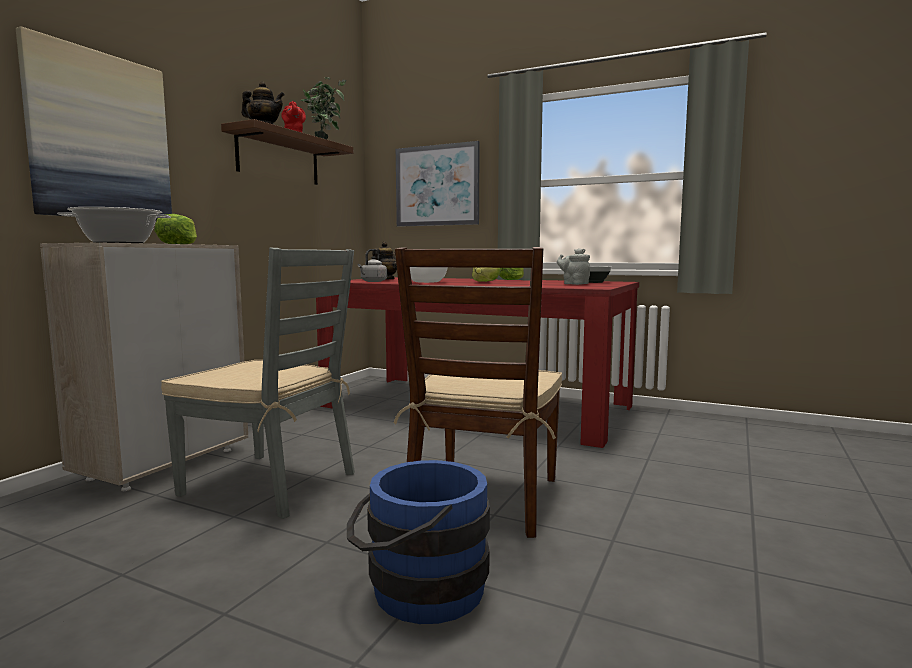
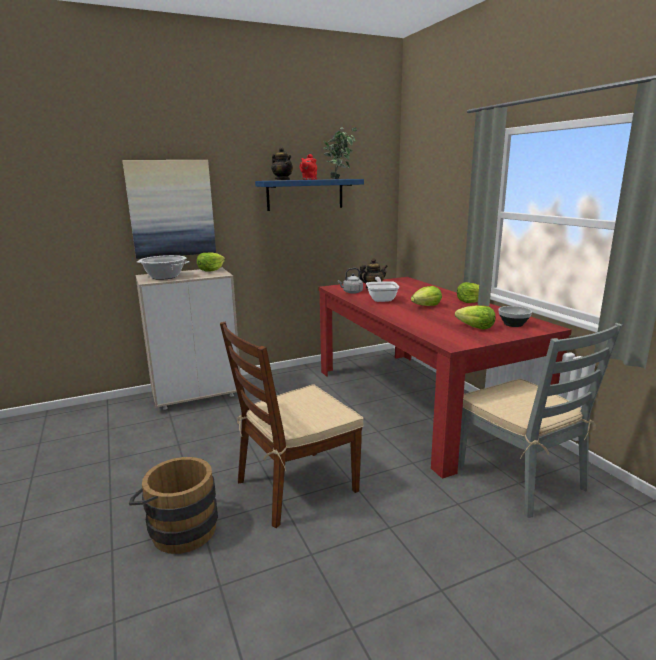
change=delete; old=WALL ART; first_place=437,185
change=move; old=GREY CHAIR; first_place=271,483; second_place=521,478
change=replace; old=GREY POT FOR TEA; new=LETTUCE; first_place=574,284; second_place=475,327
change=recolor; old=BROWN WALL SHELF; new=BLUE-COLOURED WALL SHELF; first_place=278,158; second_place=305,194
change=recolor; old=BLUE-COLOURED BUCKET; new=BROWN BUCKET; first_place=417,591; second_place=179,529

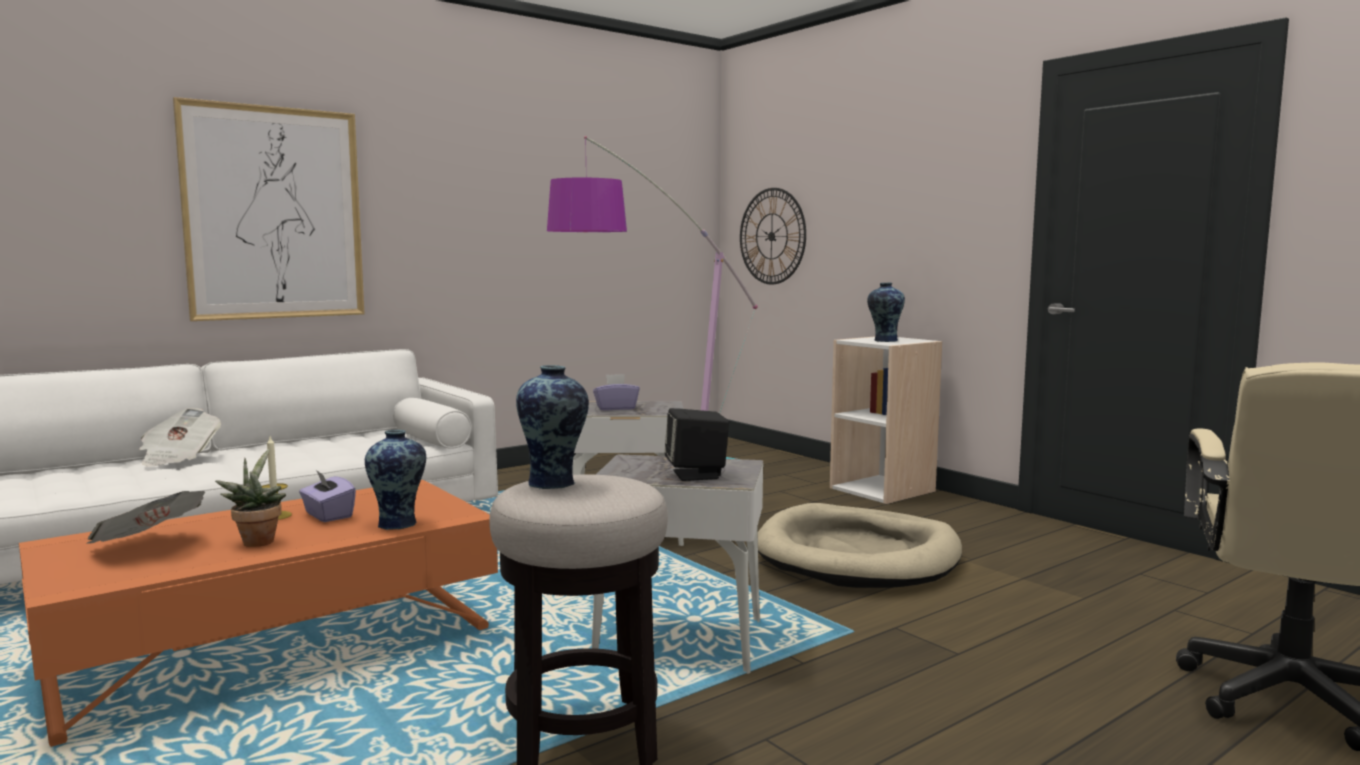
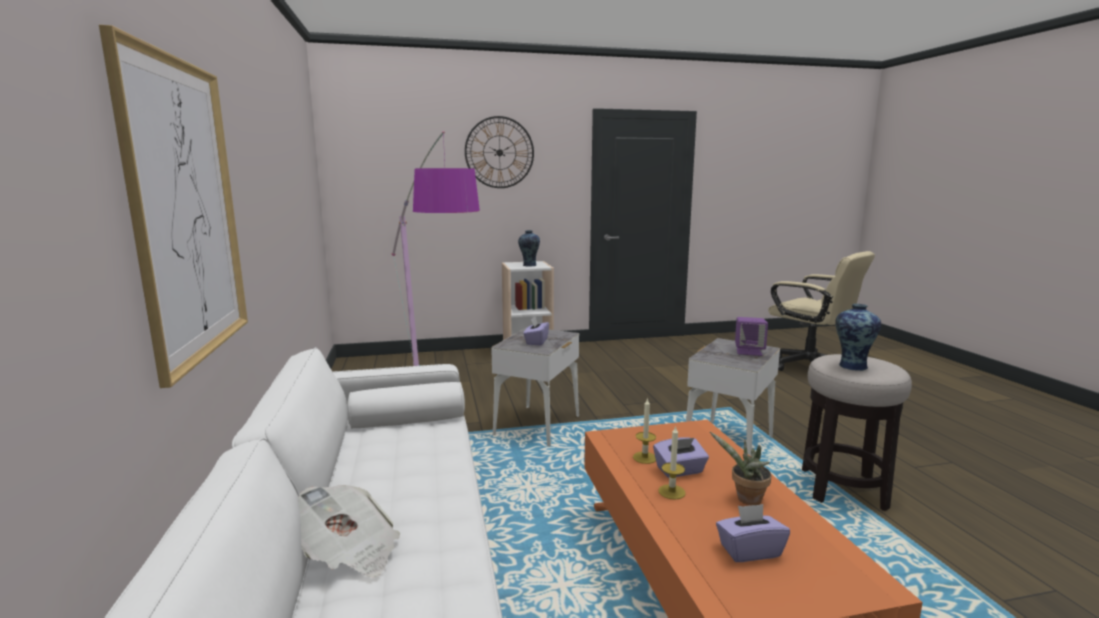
change=delete; old=FLOWER VASE; first_place=399,524
change=delete; old=SAND-COLOURED PET BED; first_place=858,555
change=insert; new=WAX LIGHT; second_place=644,457
change=move; old=CLOCK ON THE WALL; first_place=772,236; second_place=499,152
change=replace; old=NEWSPAPER; new=PURPLE-COLOURED BOX OF TISSUES; first_place=149,545; second_place=749,550
change=recolor; old=BLACK LOUDSPEAKER; new=PURPLE-COLOURED LOUDSPEAKER; first_place=696,475; second_place=749,352

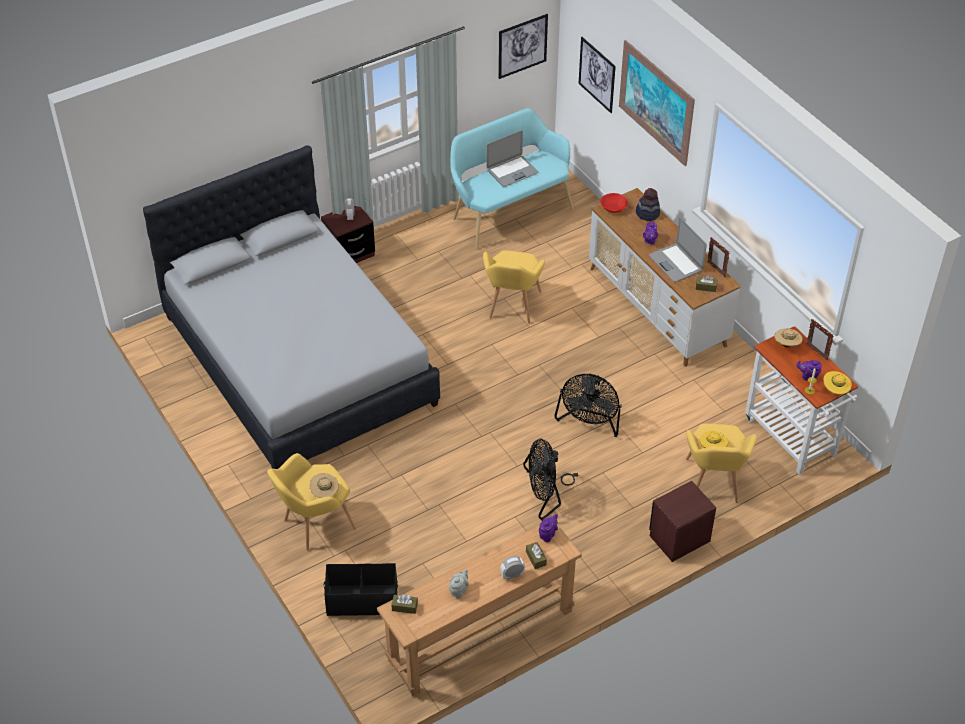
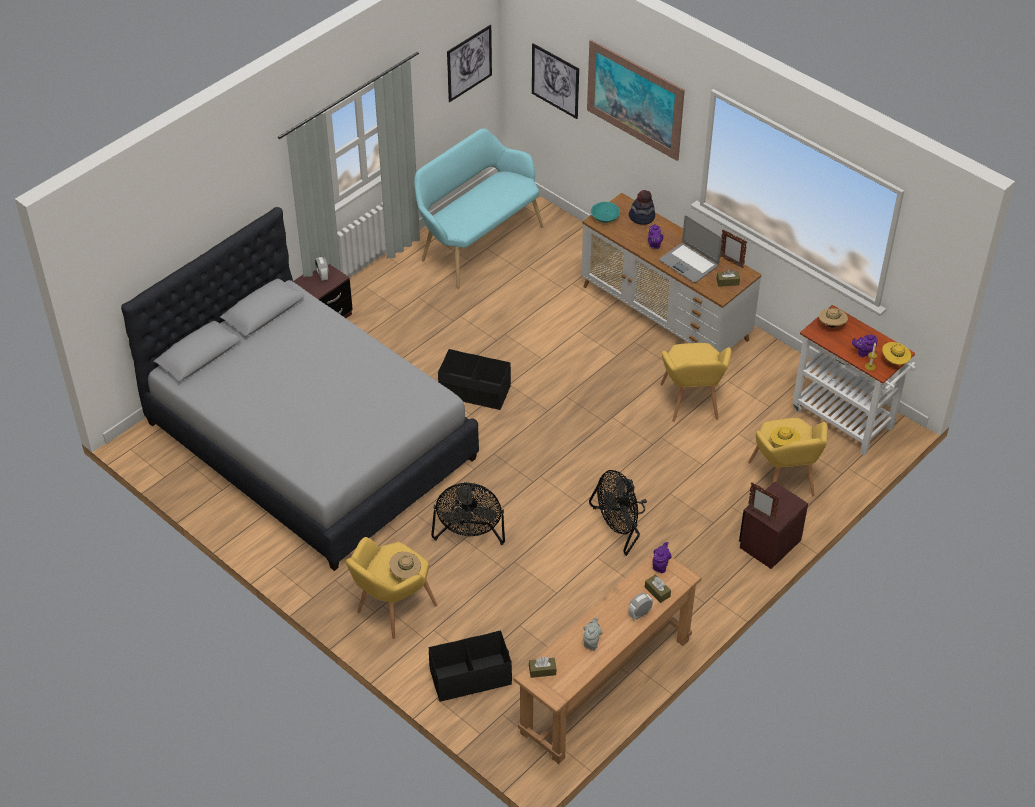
change=delete; old=PORTABLE COMPUTER; first_place=512,171
change=insert; new=BLACK STORAGE CONTAINER; second_place=474,391
change=move; old=YELLOWISH ARMCHAIR; first_place=512,307; second_place=691,405
change=move; old=BLACK COOLING FAN; first_place=588,419; second_place=467,530
change=move; old=STANDING FRAME; first_place=816,352; second_place=761,515
change=recolor; old=REDDISH DEEP DISH; new=TURQUOISE DEEP DISH; first_place=613,208; second_place=604,217

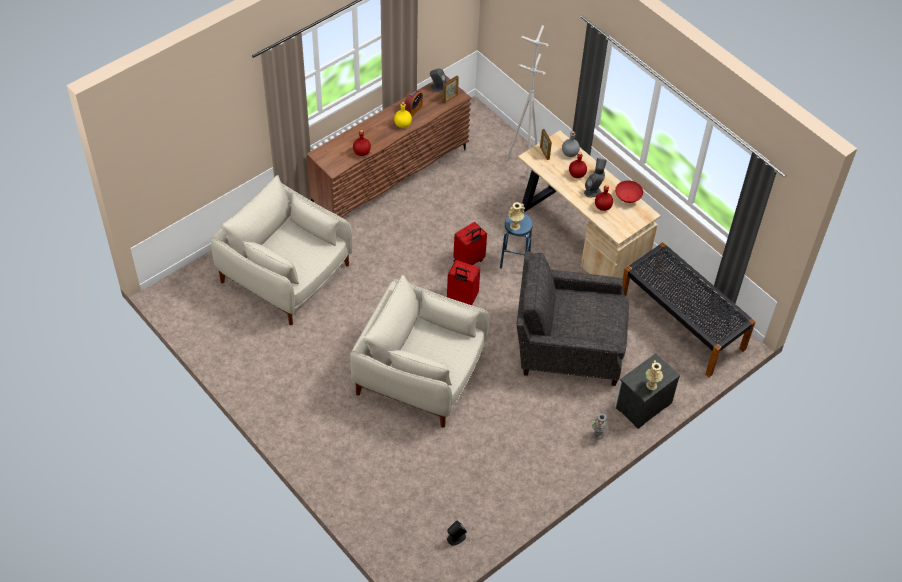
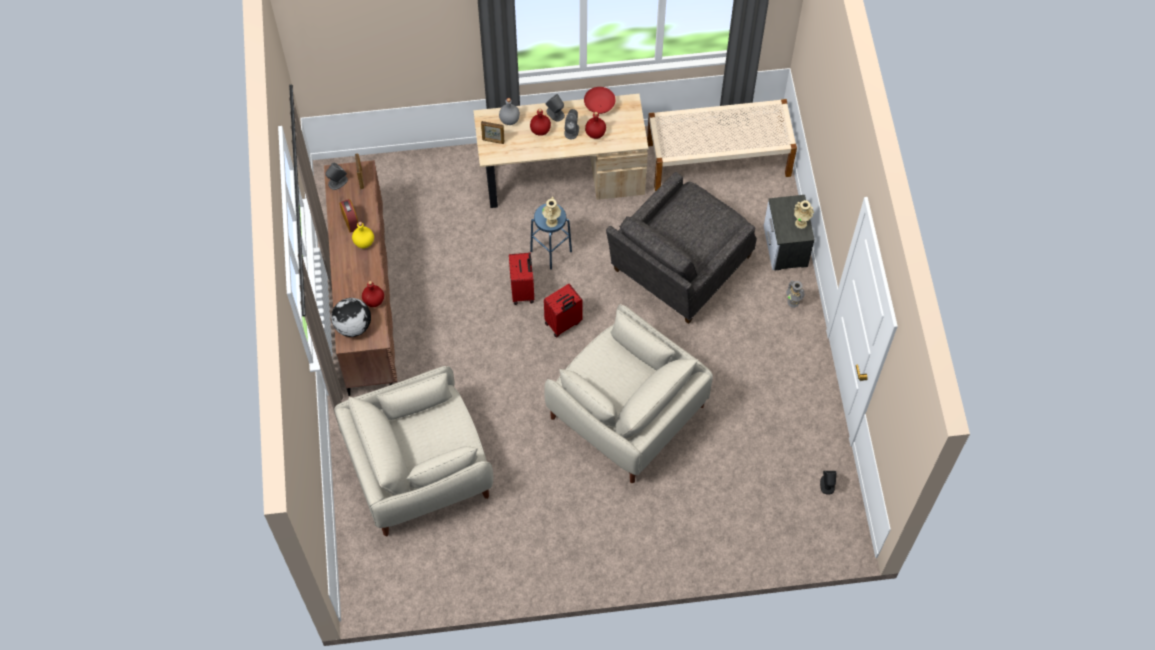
change=delete; old=GREY GARMENT RACK; first_place=524,165
change=insert; new=WORLD GLOBE; second_place=353,326
change=recolor; old=BLACK LONG SEAT; new=SAND-COLOURED LONG SEAT; first_place=682,322; second_place=718,158
change=rotate; old=SAND-COLOURED ARMCHAIR; first_place=420,373; second_place=626,411; degrees=-105

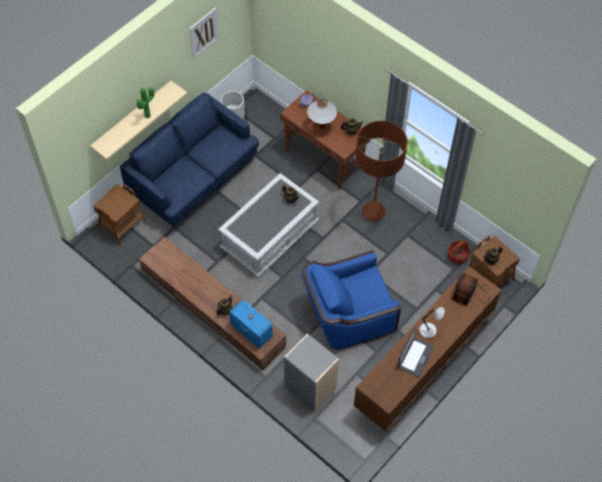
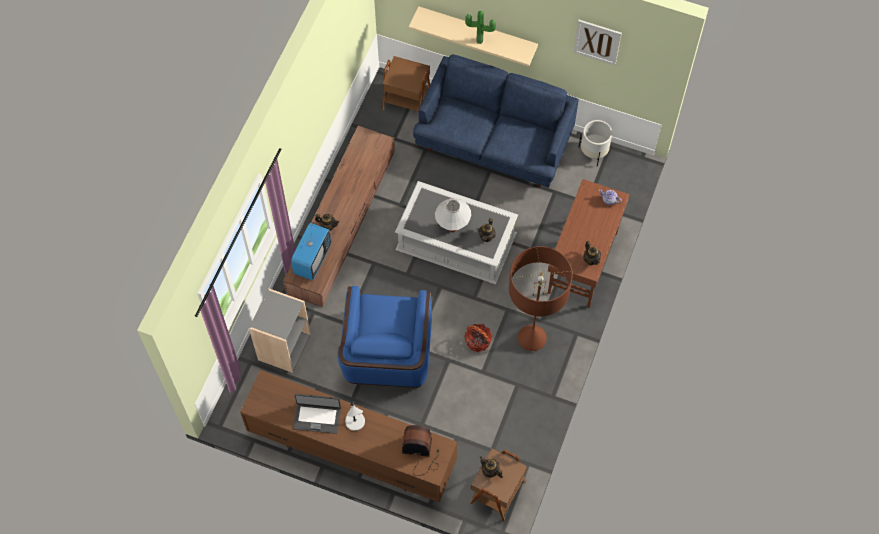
change=move; old=WHITE TABLE LAMP; first_place=321,127; second_place=452,228
change=move; old=HOUSEHOLD BASKET; first_place=458,255; second_place=478,341
change=rotate; old=BLUE-COLOURED ARMCHAIR; first_place=347,314; second_place=386,354; degrees=-135

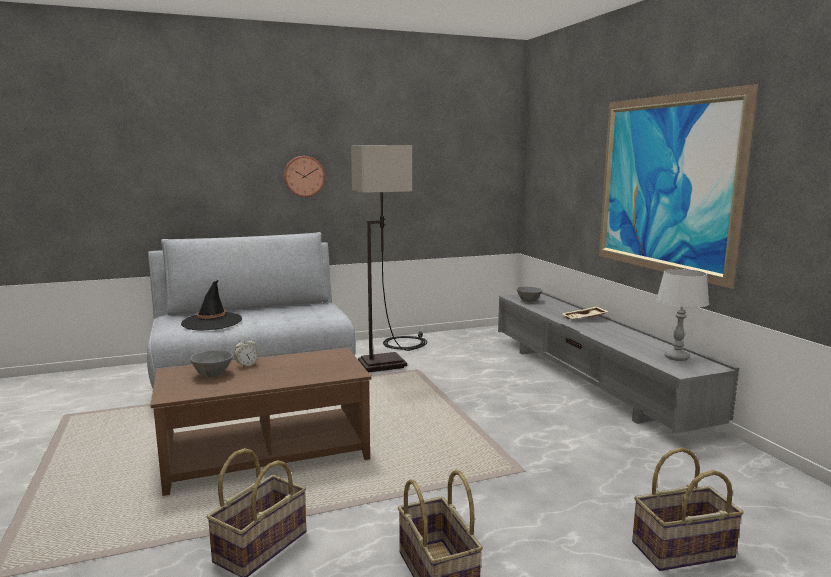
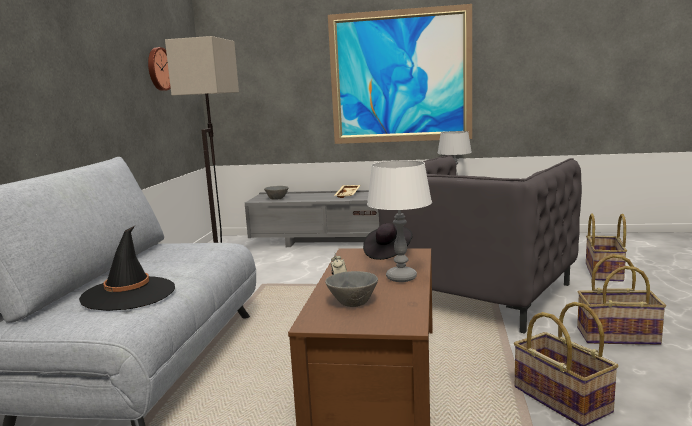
change=insert; new=BLACK WEARABLE HAT; second_place=387,253
change=insert; new=WHITE TABLE LAMP; second_place=401,278
change=insert; new=GREY ARMCHAIR; second_place=480,293
change=move; old=CLOCK ON THE WALL; first_place=304,176; second_place=159,69

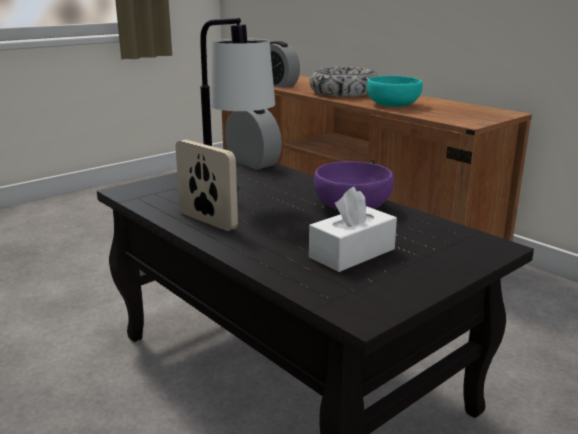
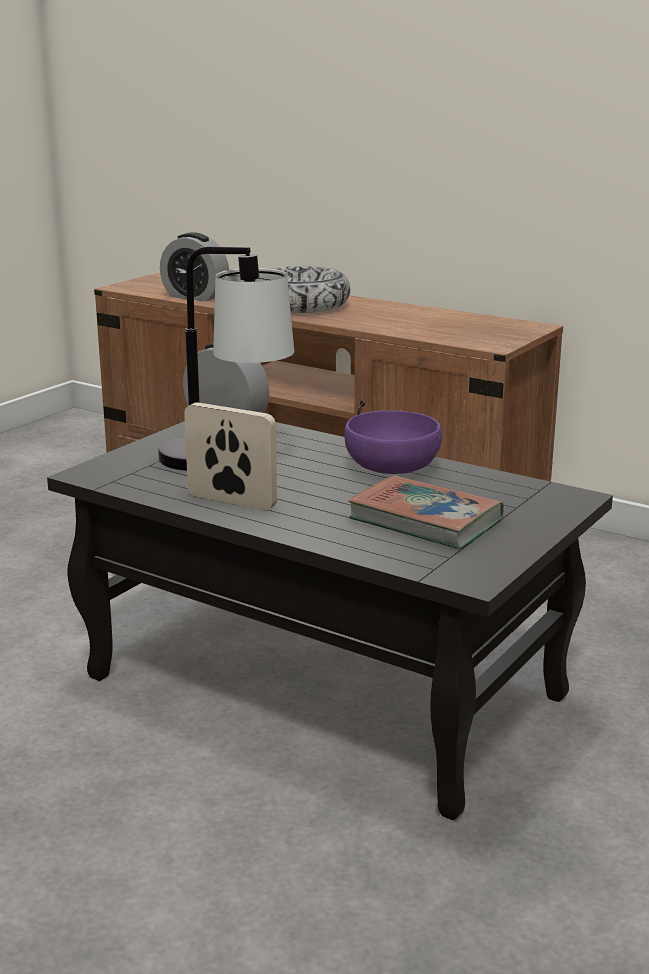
change=delete; old=TURQUOISE DEEP DISH; first_place=392,105
change=replace; old=WHITE BOX OF TISSUES; new=VOLUME; first_place=352,253; second_place=425,520

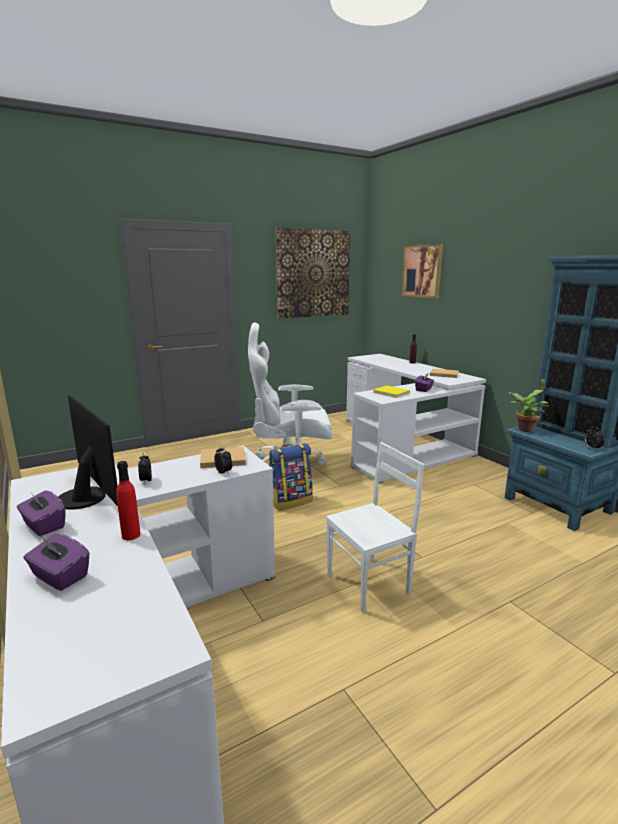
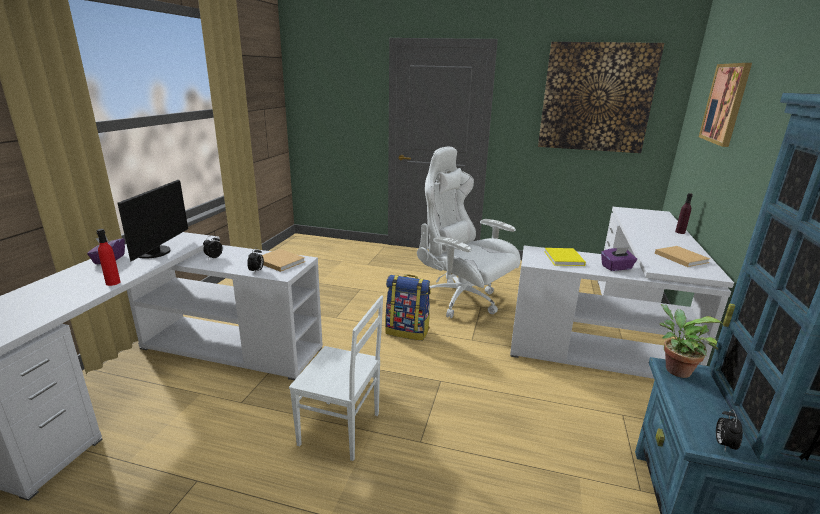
change=delete; old=PURPLE-COLOURED BOX OF TISSUES; first_place=59,576

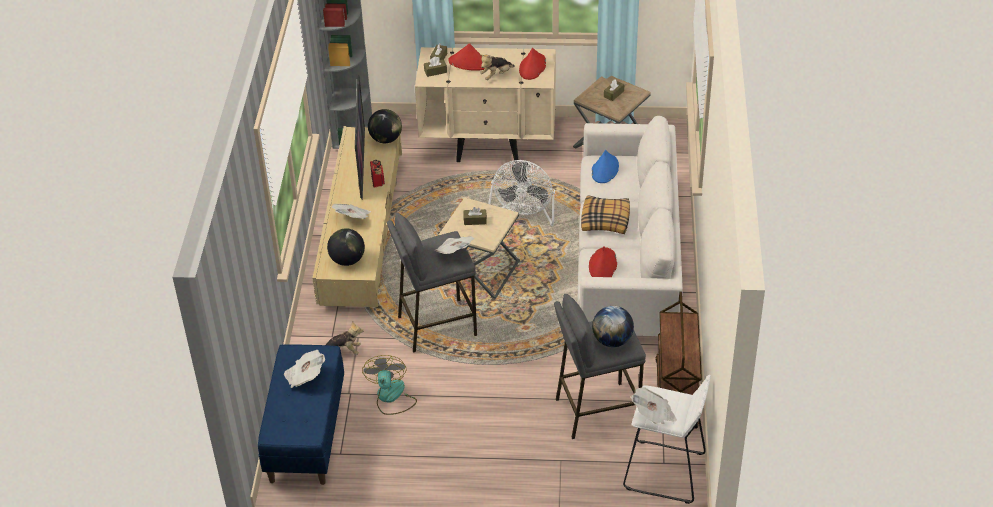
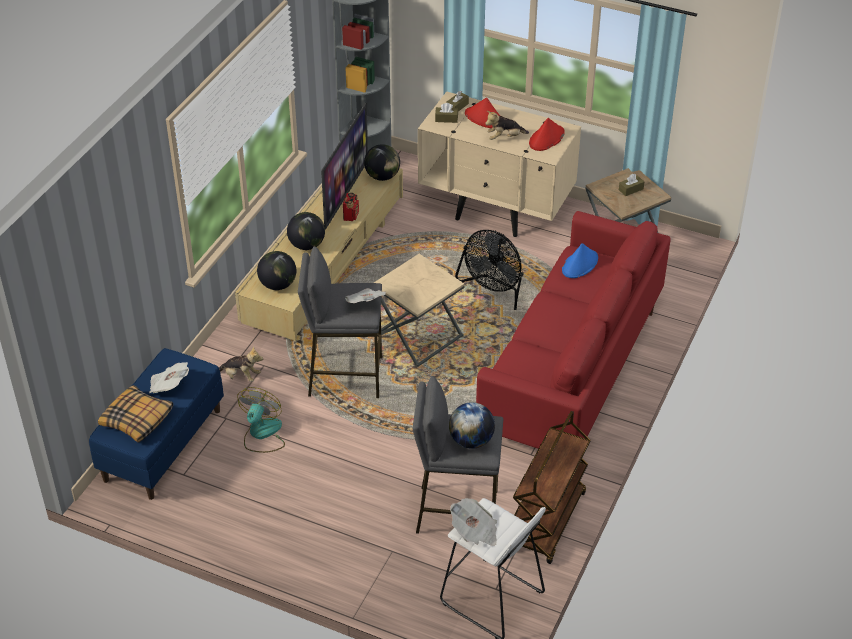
change=delete; old=BROWN BOX OF TISSUES; first_place=475,220
change=delete; old=REDDISH WEARABLE HAT; first_place=603,265
change=move; old=THROW PILLOW; first_place=605,220; second_place=137,420
change=replace; old=NEWSPAPER; new=WORLD GLOBE; first_place=353,218; second_place=307,245
change=recolor; old=WHITE COOLING FAN; new=BLACK COOLING FAN; first_place=522,212; second_place=493,287
change=recolor; old=WHITE SOFA; new=REDDISH SOFA; first_place=627,264; second_place=571,371

